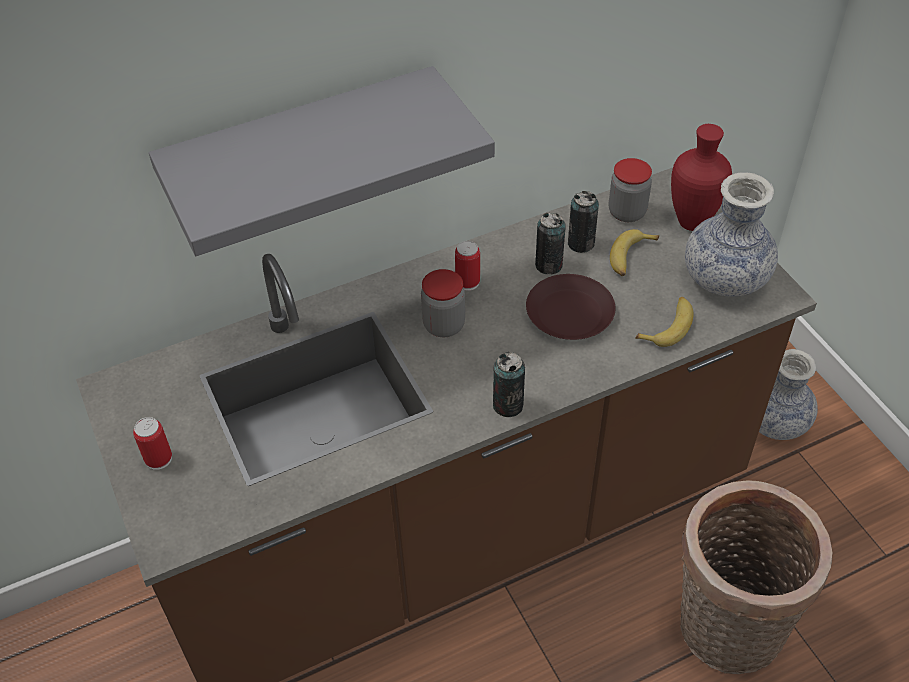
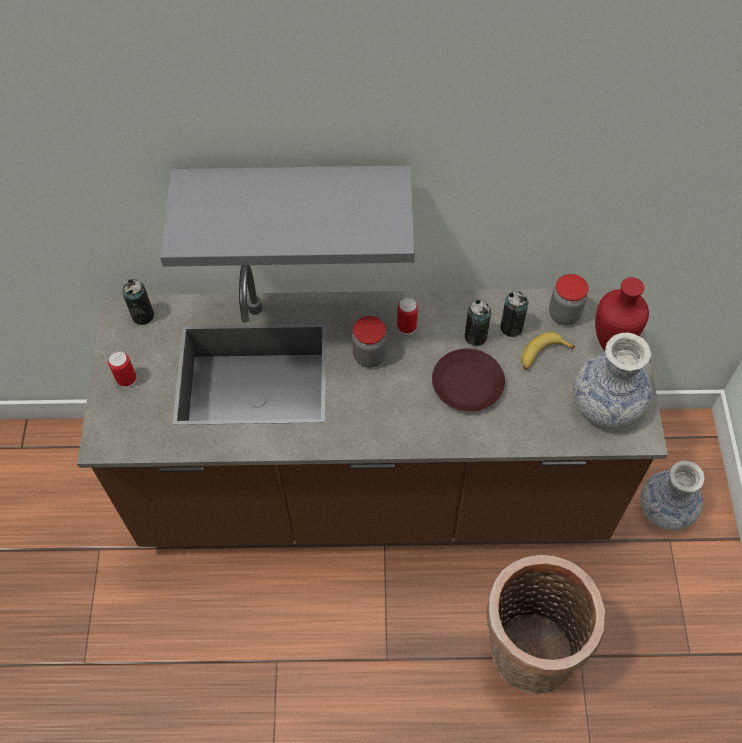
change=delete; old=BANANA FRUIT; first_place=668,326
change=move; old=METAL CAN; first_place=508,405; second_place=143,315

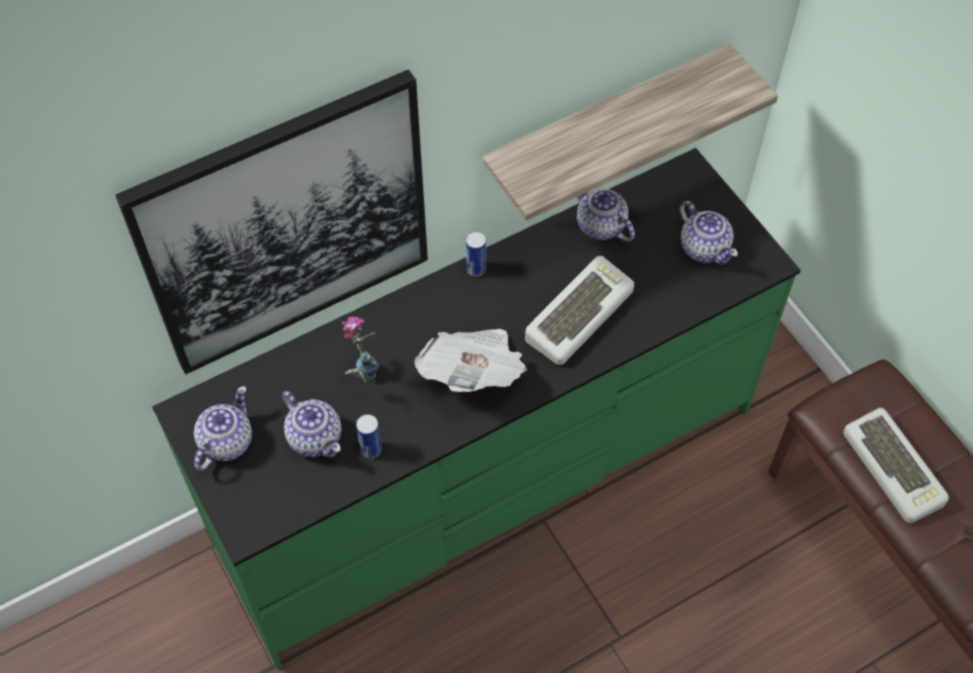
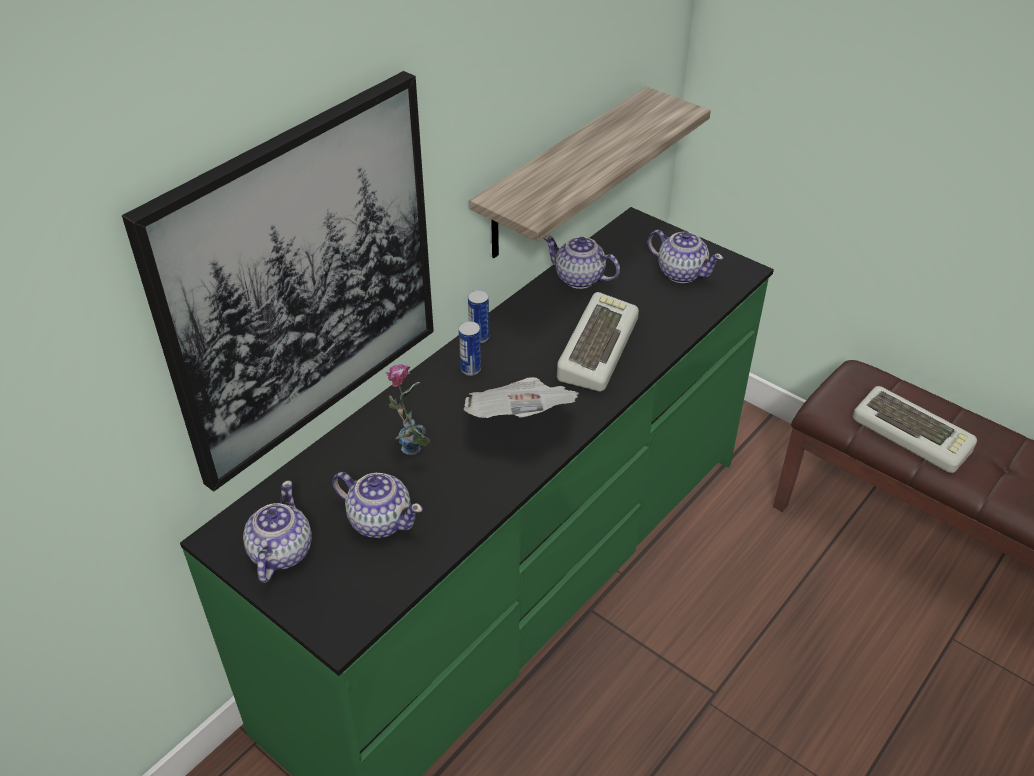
change=move; old=METAL CAN; first_place=371,449; second_place=470,369

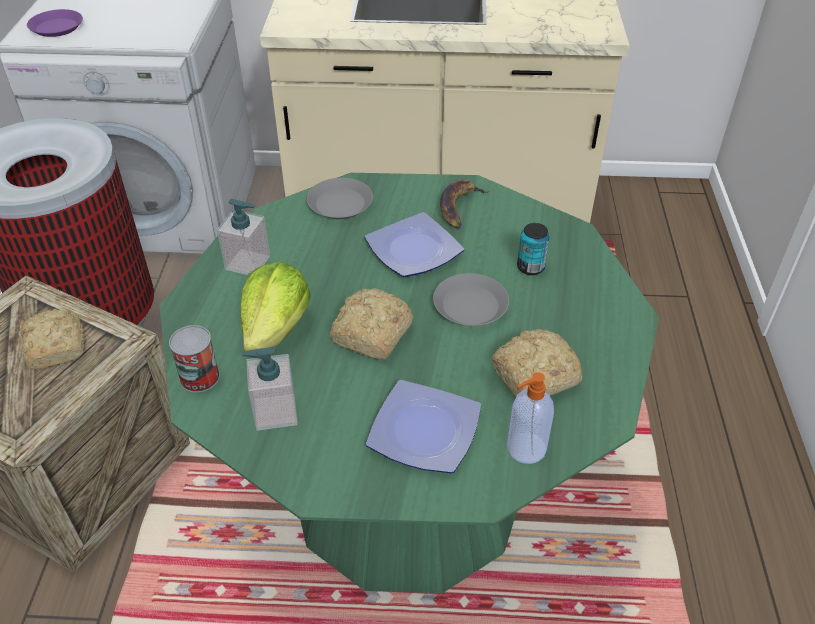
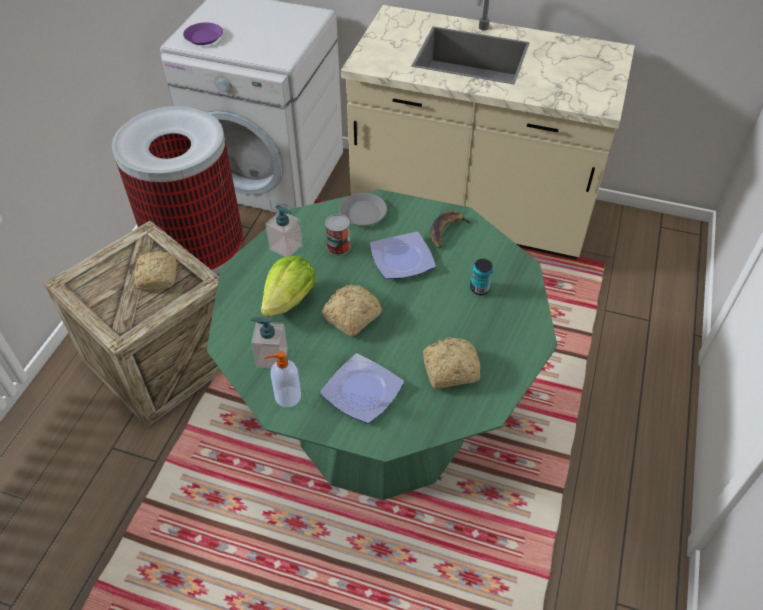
change=delete; old=GREY FLAT DISH; first_place=470,306
change=move; old=METAL CAN; first_place=200,377; second_place=338,246
change=move; old=LIQUID SOAP BOTTLE; first_place=525,449; second_place=287,397

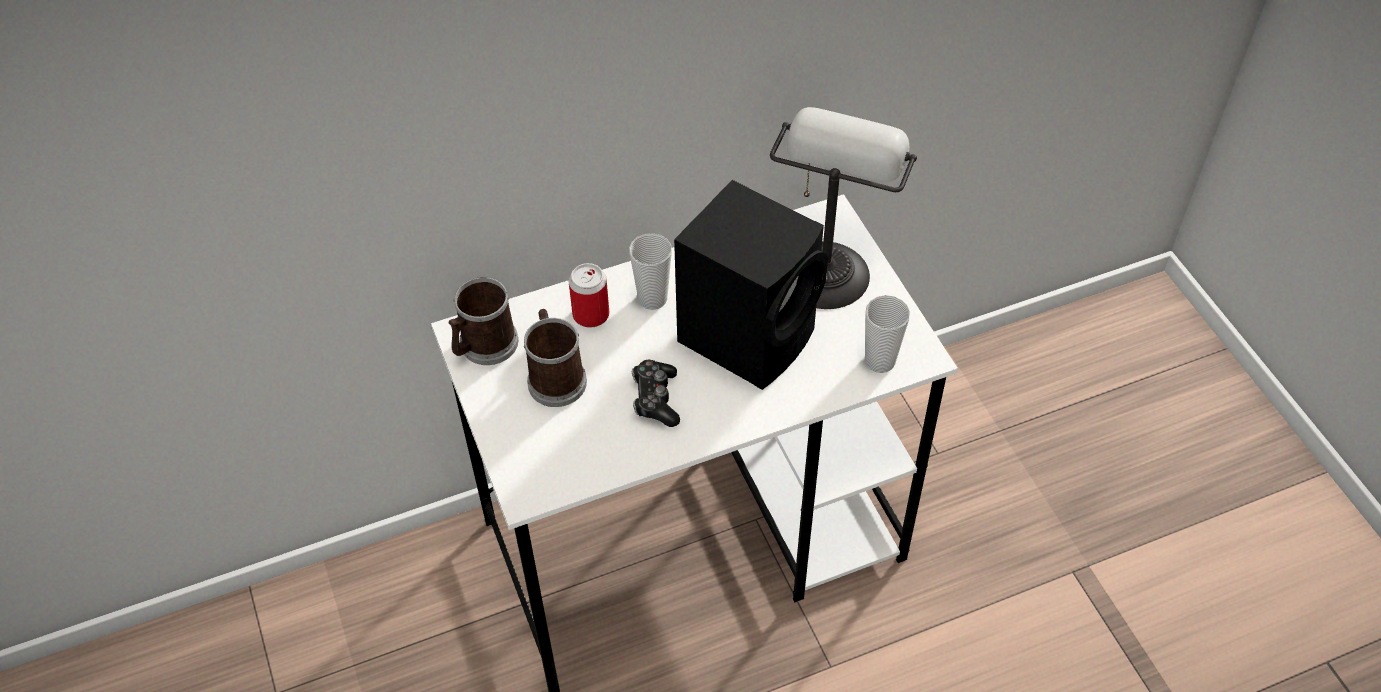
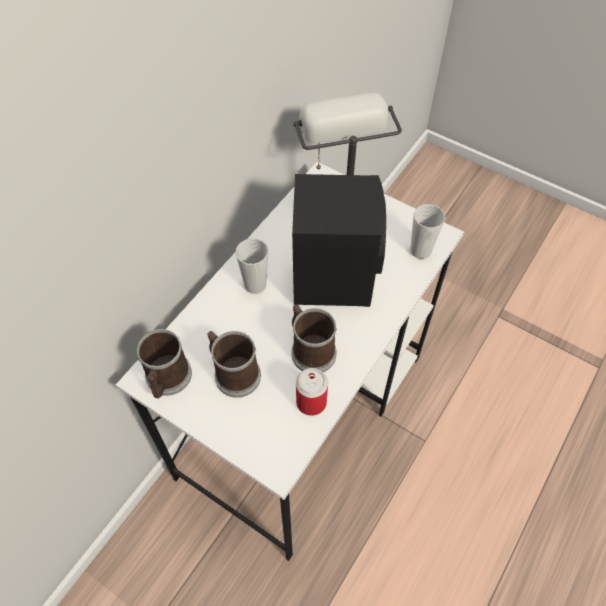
change=move; old=METAL CAN; first_place=591,314; second_place=311,402
change=replace; old=GAME CONTROLLER; new=COFFEE MUG; first_place=655,399; second_place=310,350

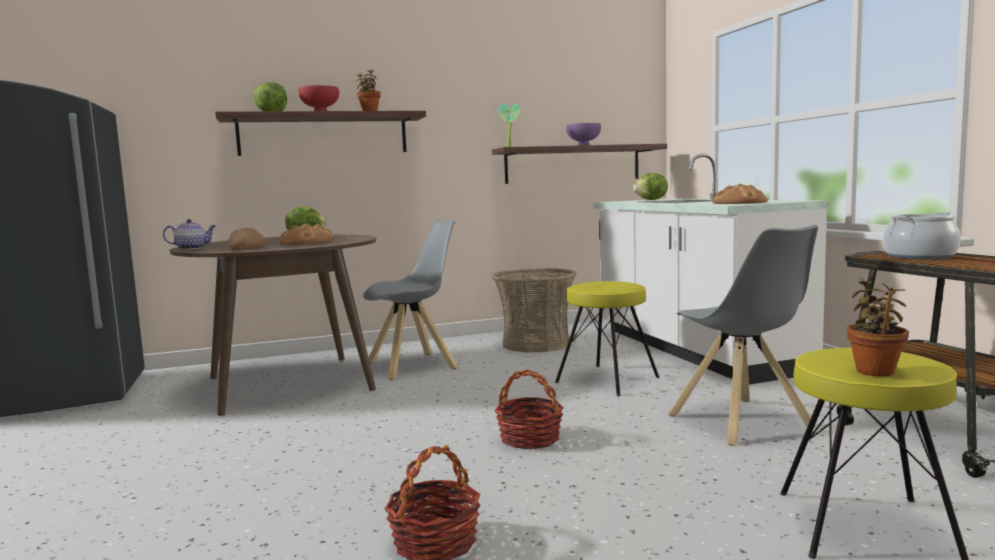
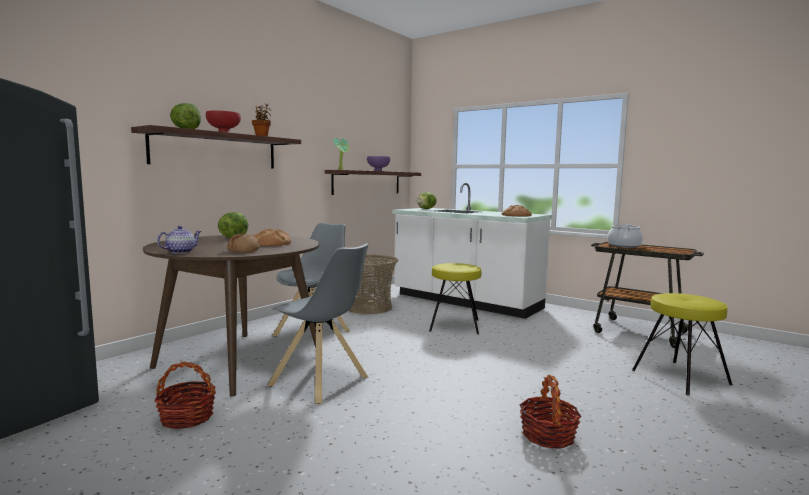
change=delete; old=POTTED PLANT; first_place=875,370
change=move; old=HOUSEHOLD BASKET; first_place=529,439; second_place=186,417
change=move; old=GREY CHAIR; first_place=742,422; second_place=321,382

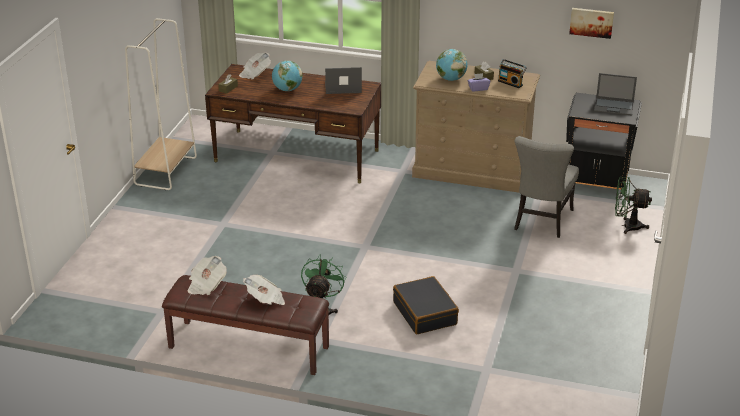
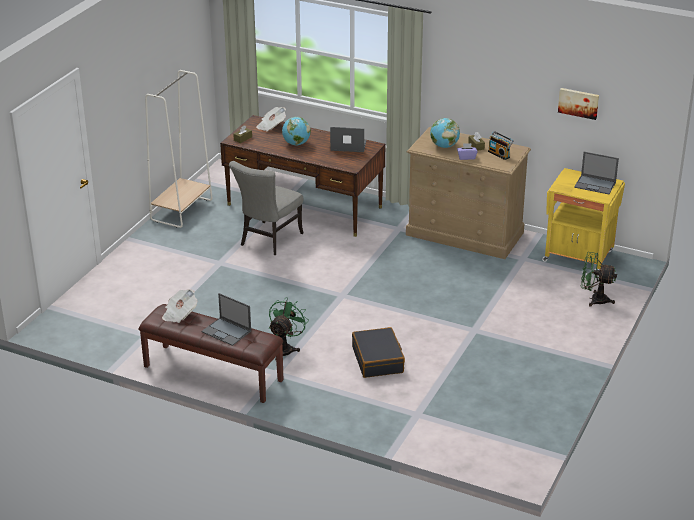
change=move; old=GREY CHAIR; first_place=541,221; second_place=268,240
change=replace; old=NEWSPAPER; new=PORTABLE COMPUTER; first_place=265,299; second_place=227,331
change=recolor; old=BLACK WHEELED CART; new=YELLOWISH WHEELED CART; first_place=596,184; second_place=579,257

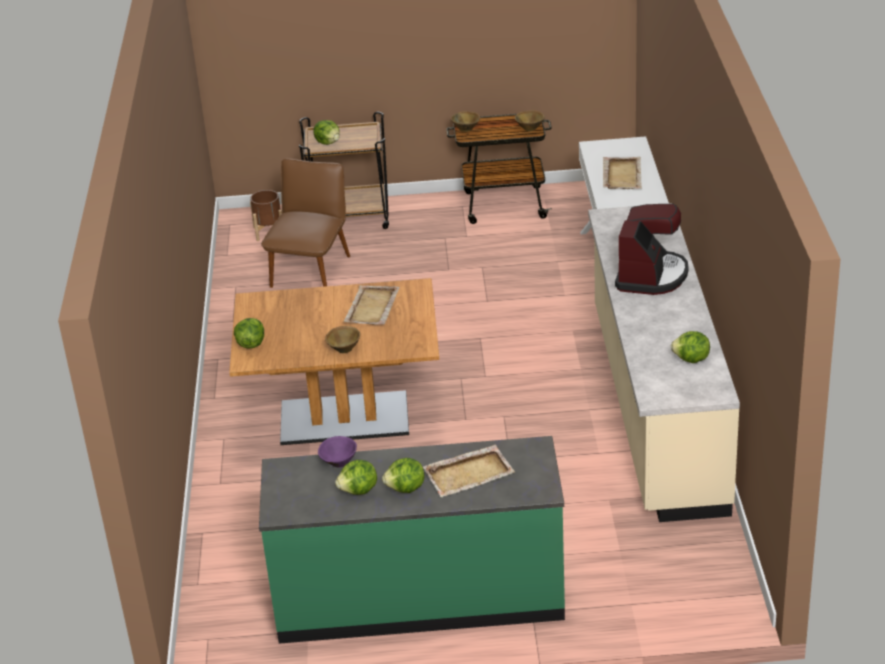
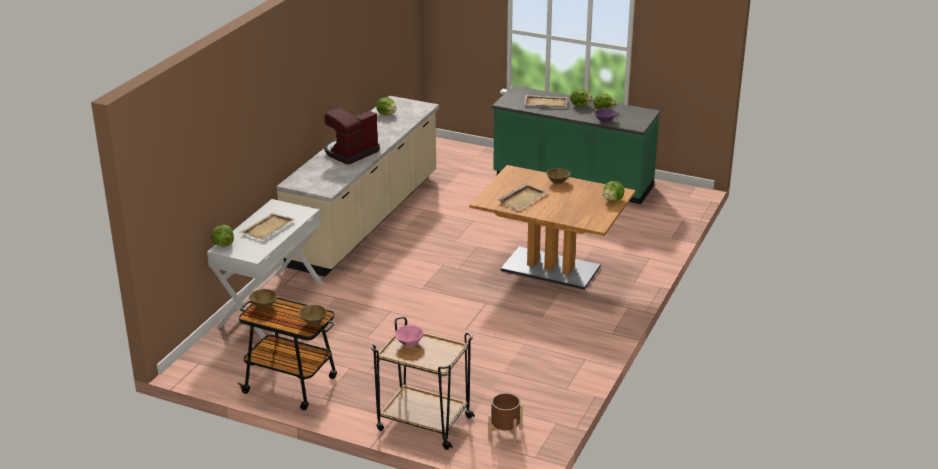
change=delete; old=BROWN CHAIR; first_place=310,271
change=insert; new=PINK DEEP DISH; second_place=409,343
change=move; old=LETTUCE; first_place=328,142; second_place=223,244

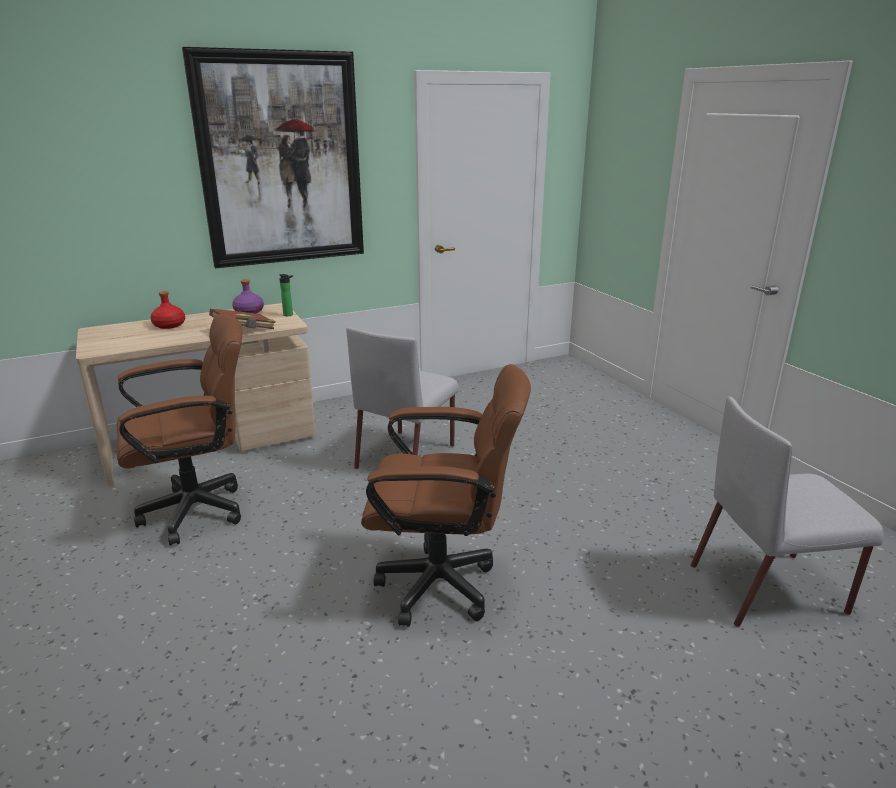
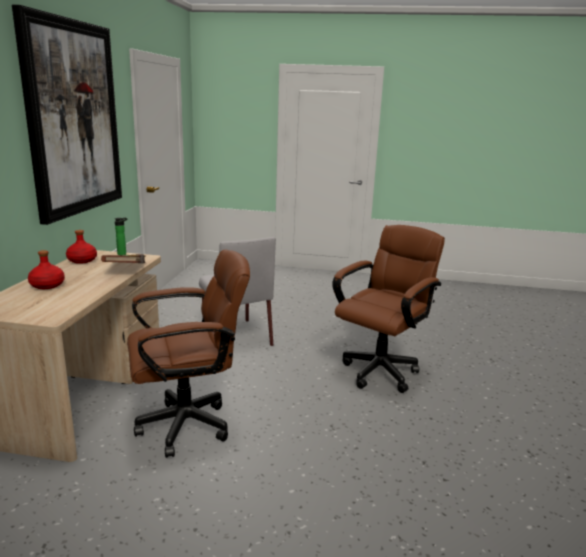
change=delete; old=GREY CHAIR; first_place=769,588
change=recolor; old=PURPLE-COLOURED DRINK BOTTLE; new=REDDISH DRINK BOTTLE; first_place=249,311; second_place=82,260
change=rotate; old=BROWN OFFICE CHAIR; first_place=200,510; second_place=190,424; degrees=60

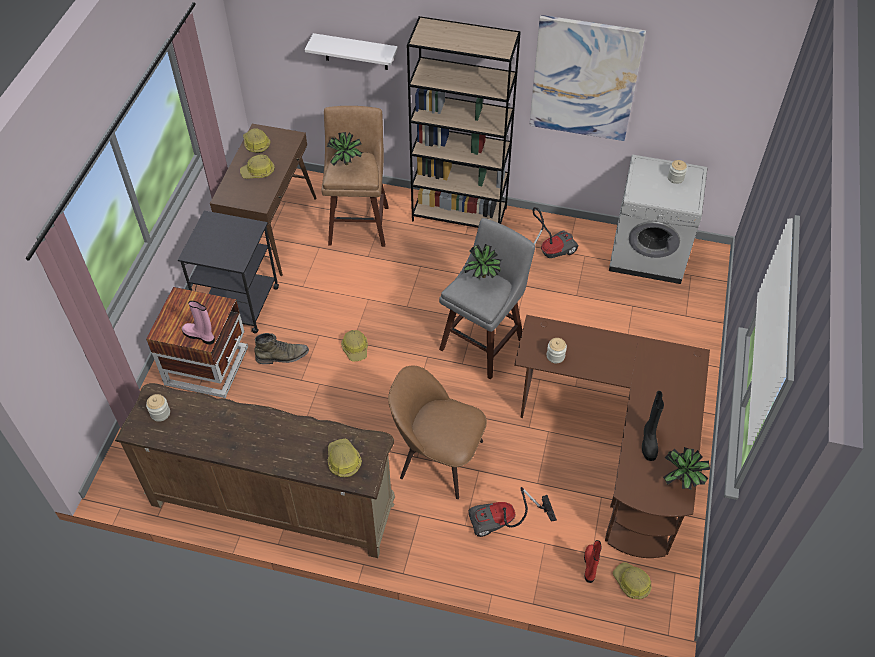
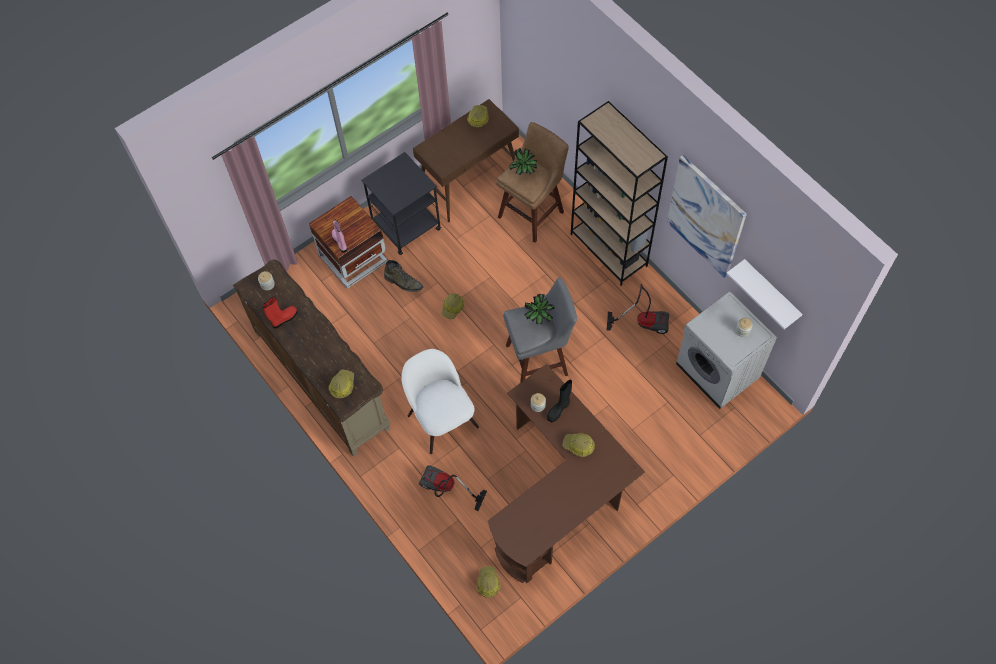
change=delete; old=POTTED PLANT; first_place=681,482
change=move; old=WORK HELMET; first_place=258,172; second_place=579,446
change=move; old=WHITE WALL SHELF; first_place=356,52; second_place=770,293
change=move; old=REDDISH TALL BOOT; first_place=590,566; second_place=284,319
change=move; old=BLACK TALL BOOT; first_place=649,442; second_place=559,409
change=recolor; old=BROWN CHAIR; new=WHITE CHAIR; first_place=438,457; second_place=441,418

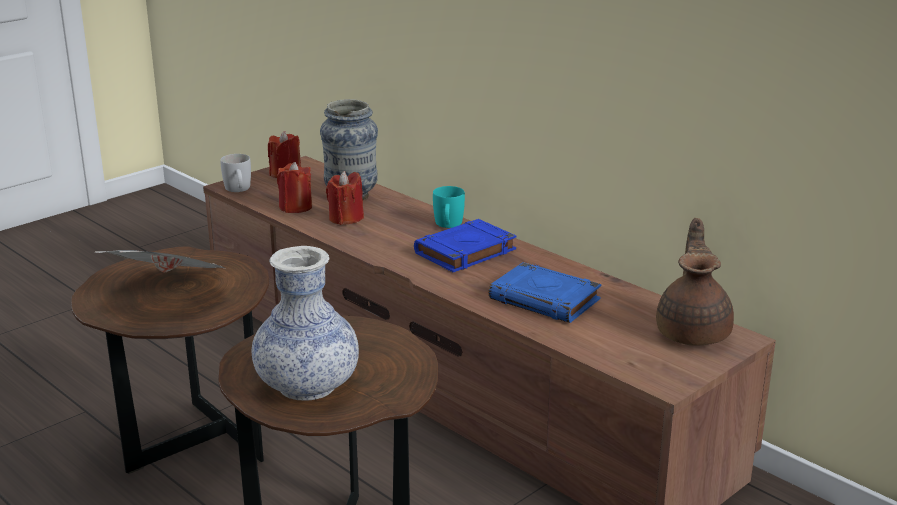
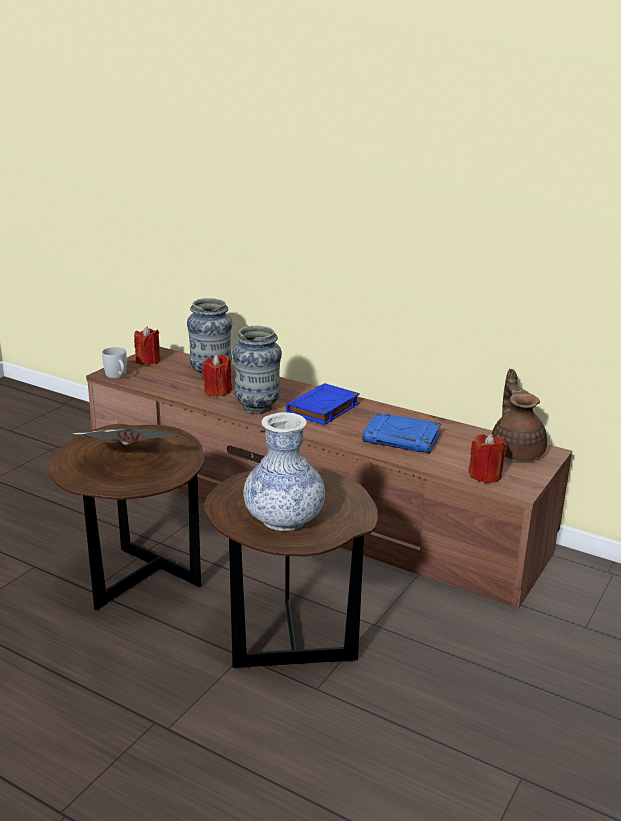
change=delete; old=TURQUOISE COFFEE MUG; first_place=448,225
change=insert; new=FLOWER VASE; second_place=257,407
change=move; old=REDDISH WAX LIGHT; first_place=295,207; second_place=485,475

